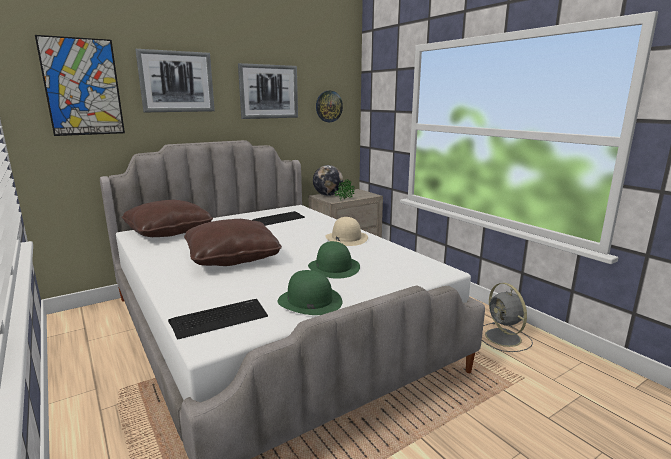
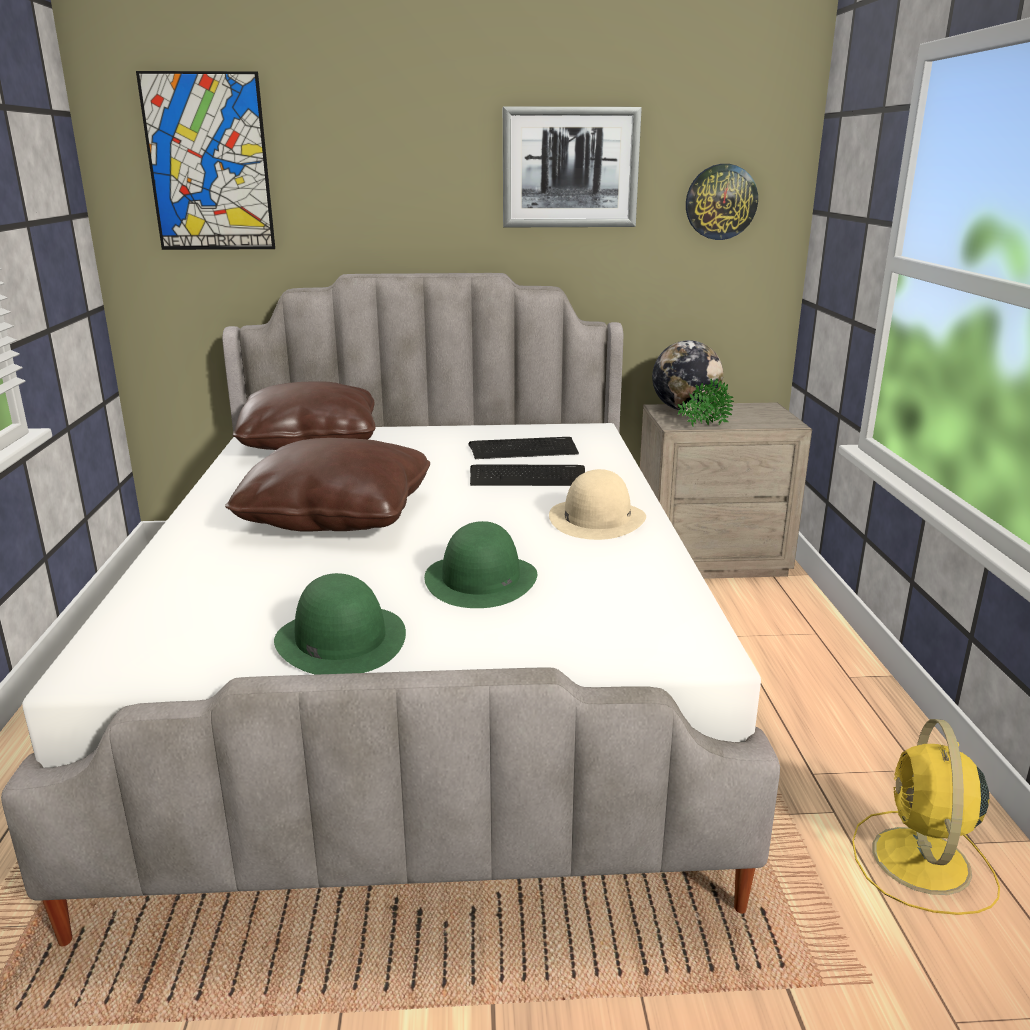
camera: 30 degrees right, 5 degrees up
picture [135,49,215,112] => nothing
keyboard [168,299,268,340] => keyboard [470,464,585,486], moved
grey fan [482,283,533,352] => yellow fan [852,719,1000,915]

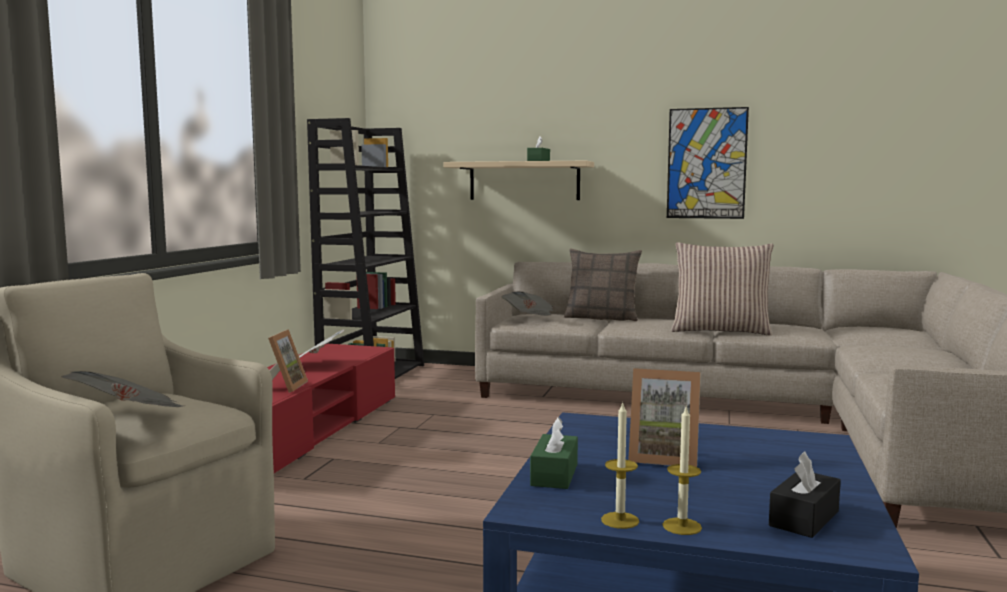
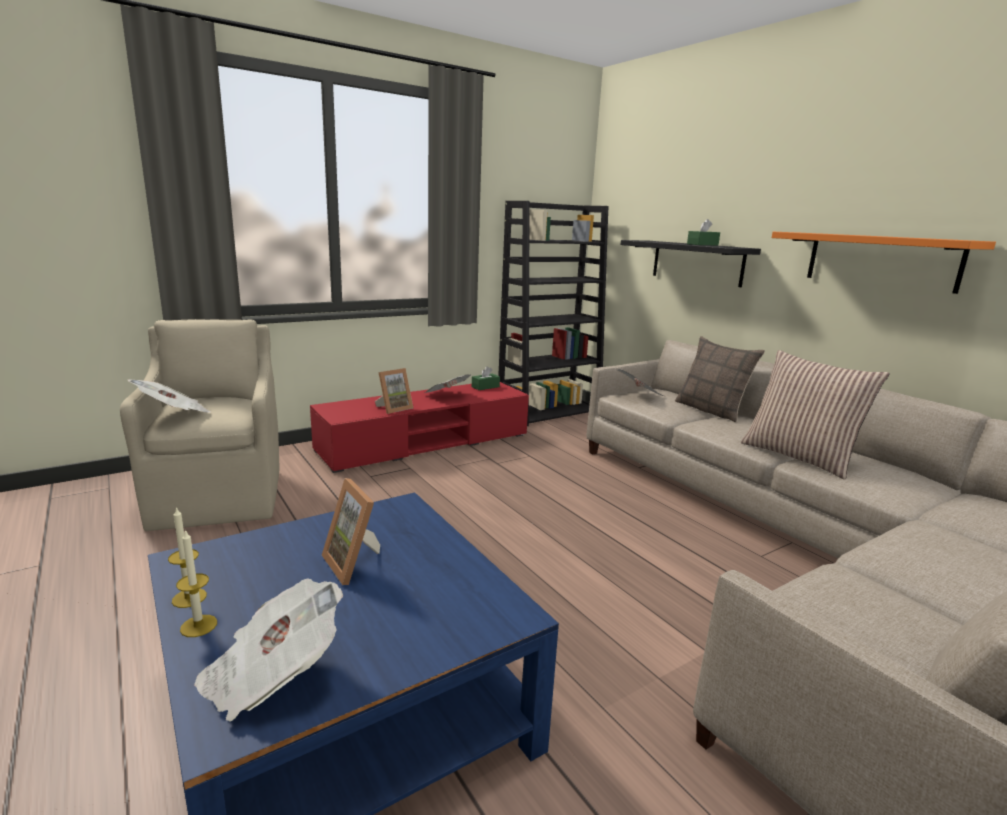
camera: 40 degrees right, 10 degrees up
beige shelf [444,161,594,200] => black shelf [620,240,761,287]
green tissue box [530,417,578,489] => green tissue box [472,366,500,390], moved
picture [667,107,749,219] => orange shelf [772,232,996,294]
black tissue box [769,451,841,538] => newspaper [194,578,343,722]

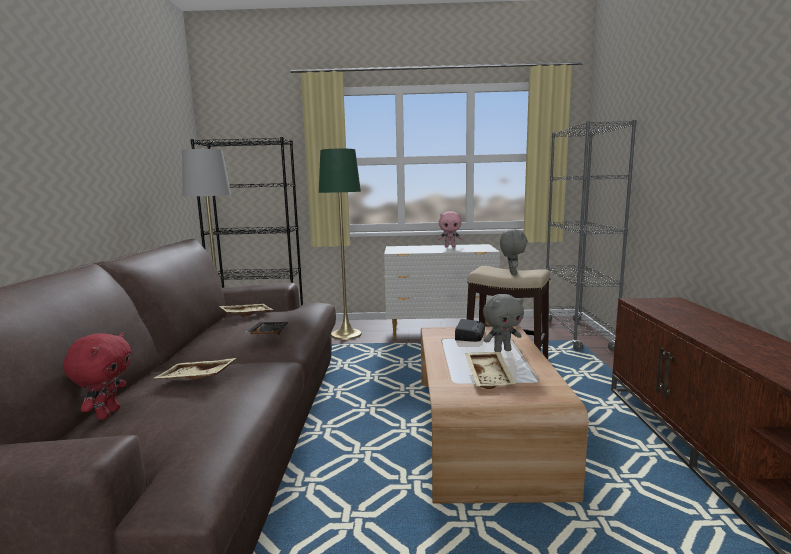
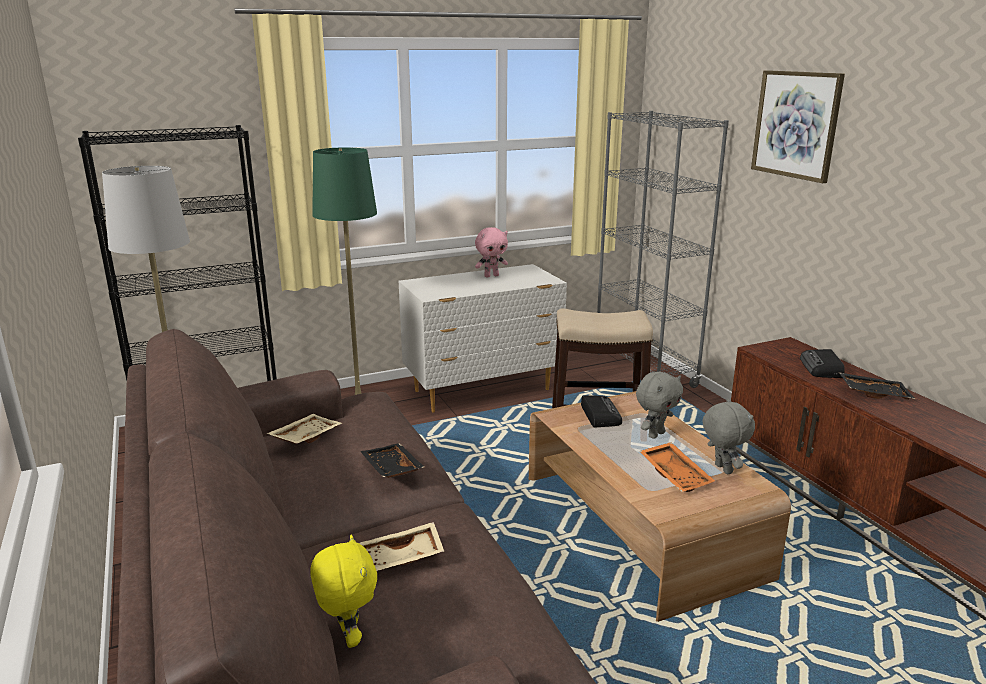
camera: 25 degrees left, 10 degrees up
red plush toy [63,332,131,420] => yellow plush toy [310,535,377,648]
beige tray [465,352,516,389] => orange tray [639,442,715,492]
grey plush toy [500,229,528,275] => grey plush toy [702,398,755,474], moved
nothing => picture [751,70,845,183]
nothing => radio [800,349,845,378]
nothing => black tray [839,372,915,400]

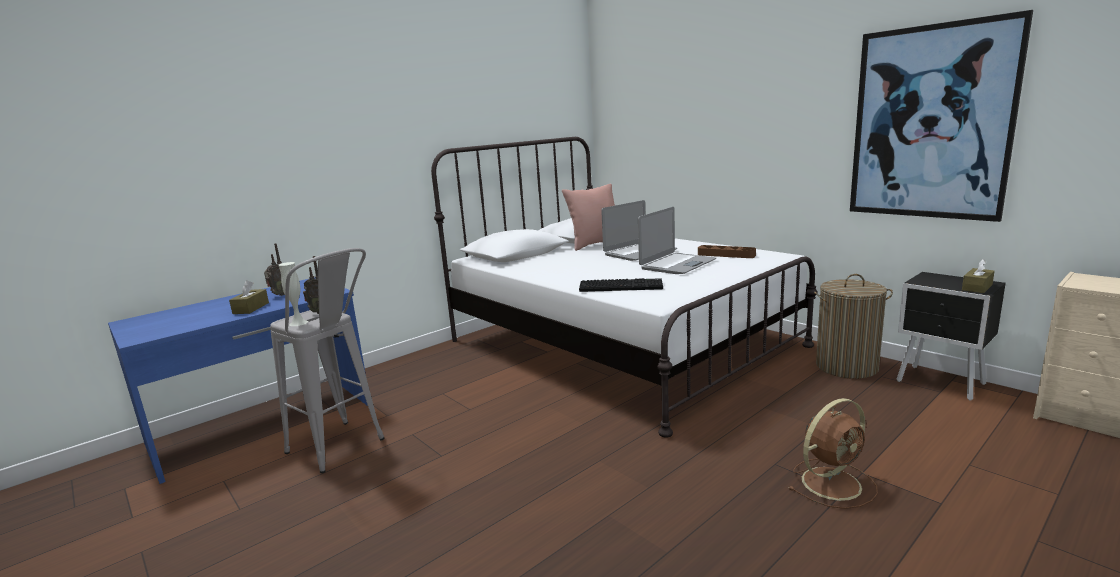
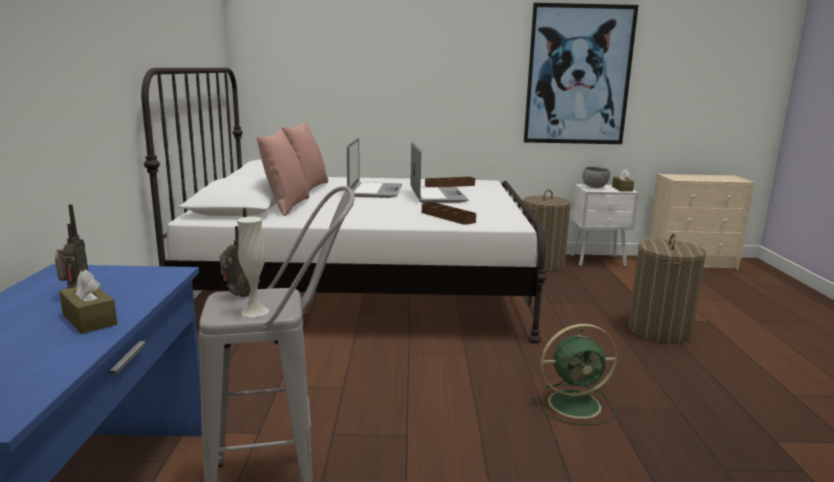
camera: 50 degrees left, 0 degrees up
keyboard [579,278,663,292] => brown tray [422,202,476,225]
brown fan [788,398,878,509] => laundry basket [628,234,706,344]
black nightstand [897,272,1006,401] => white nightstand [571,184,639,267]
nothing => pink pillow [257,129,309,216]
nothing => green fan [532,324,618,425]
nothing => grey bowl [582,167,610,188]

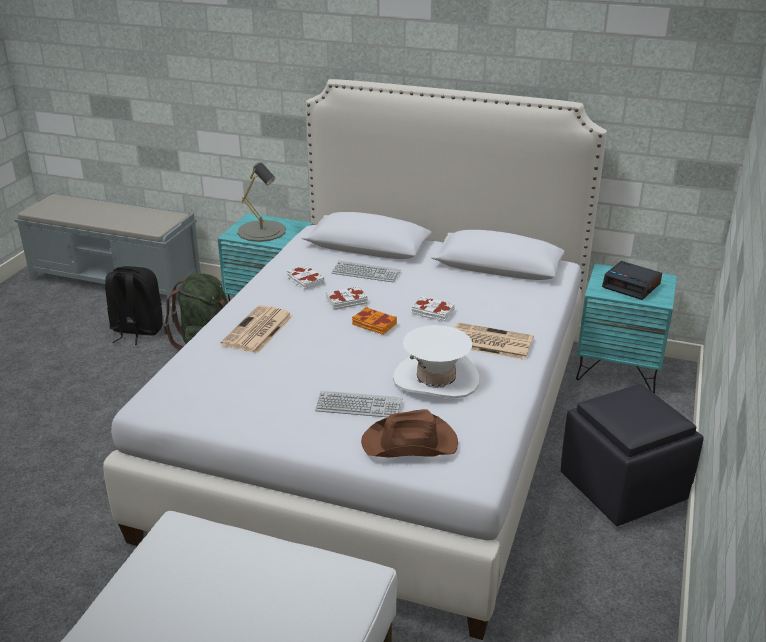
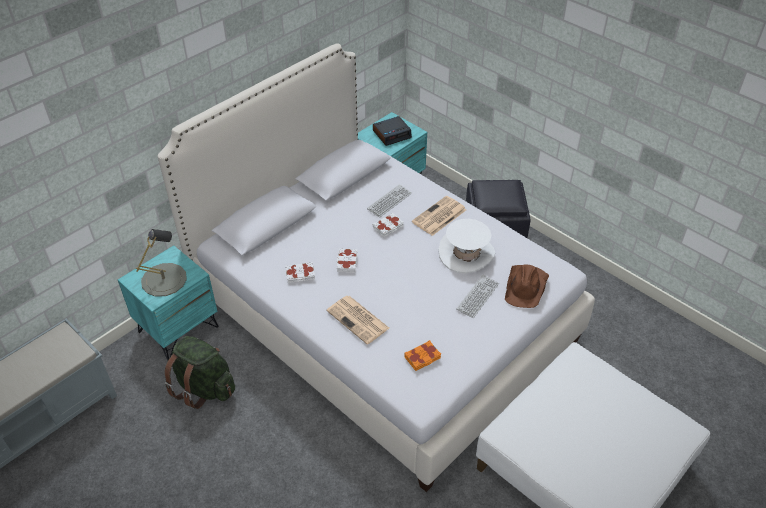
camera: 65 degrees left, 15 degrees up
black backpack [105,266,163,345] => nothing
keyboard [331,261,400,282] => keyboard [367,184,412,218], moved
orange book [352,307,397,335] => orange book [405,340,441,371], moved

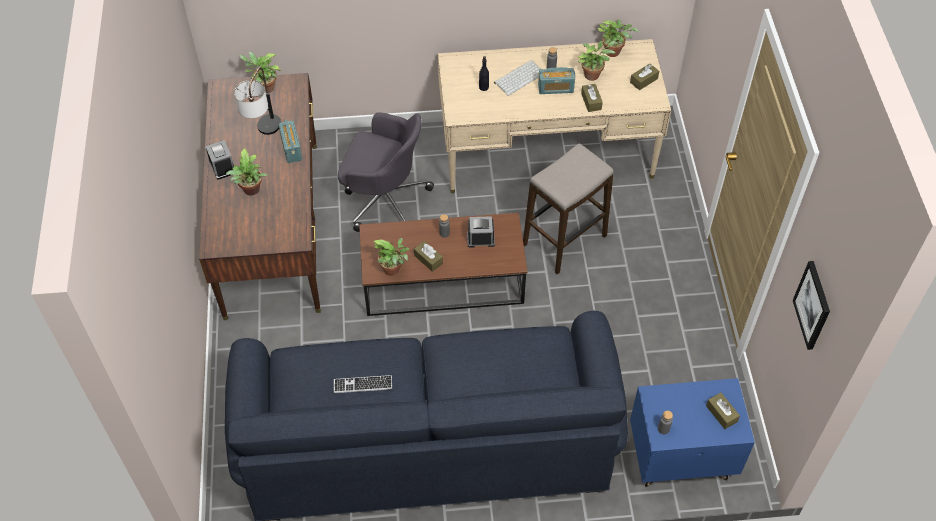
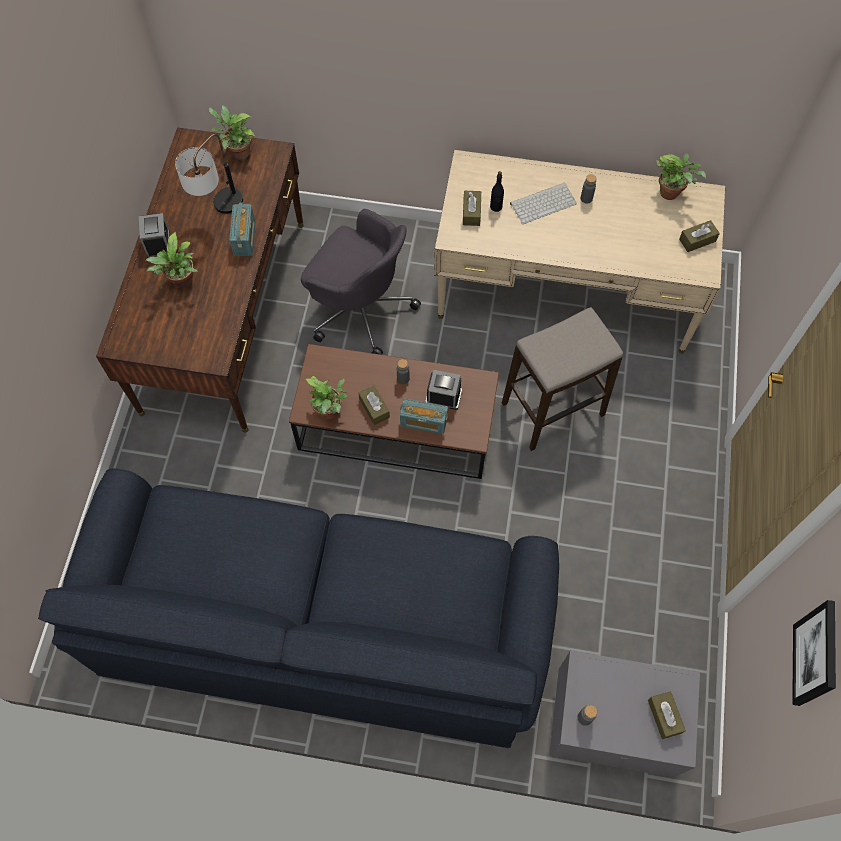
camera: 15 degrees right, 10 degrees up
keyboard [334,375,392,393] => nothing
radio [538,67,575,94] => radio [400,398,448,434], moved
potted plant [578,41,618,81] => nothing
brown tissue box [581,84,603,112] => brown tissue box [463,191,481,226], moved
blue nightstand [630,378,755,487] => grey nightstand [549,651,700,778]

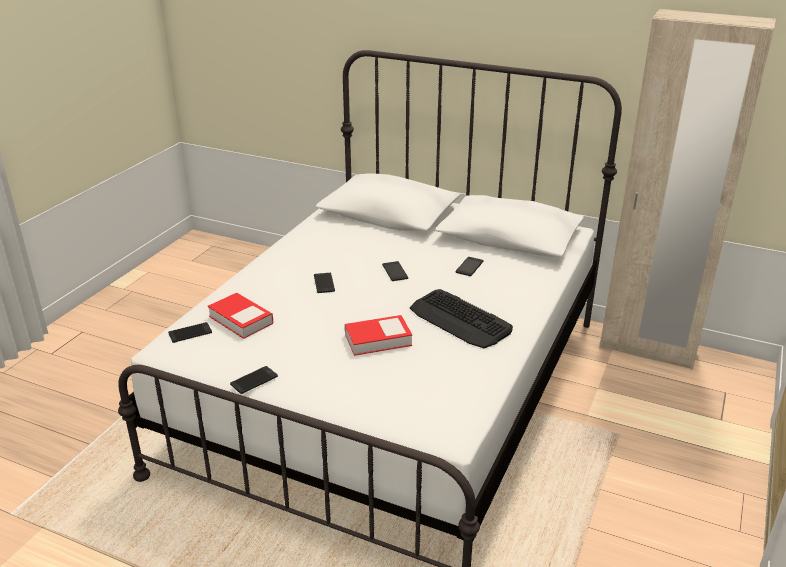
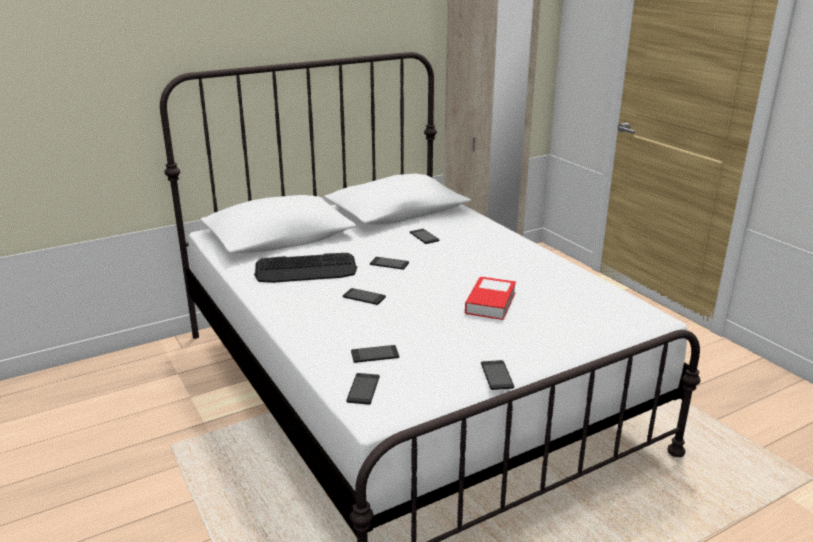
camera: 55 degrees left, 5 degrees down
book [208,293,273,339] => phone [351,345,399,363]
keyboard [410,289,513,348] => keyboard [254,253,357,283], moved

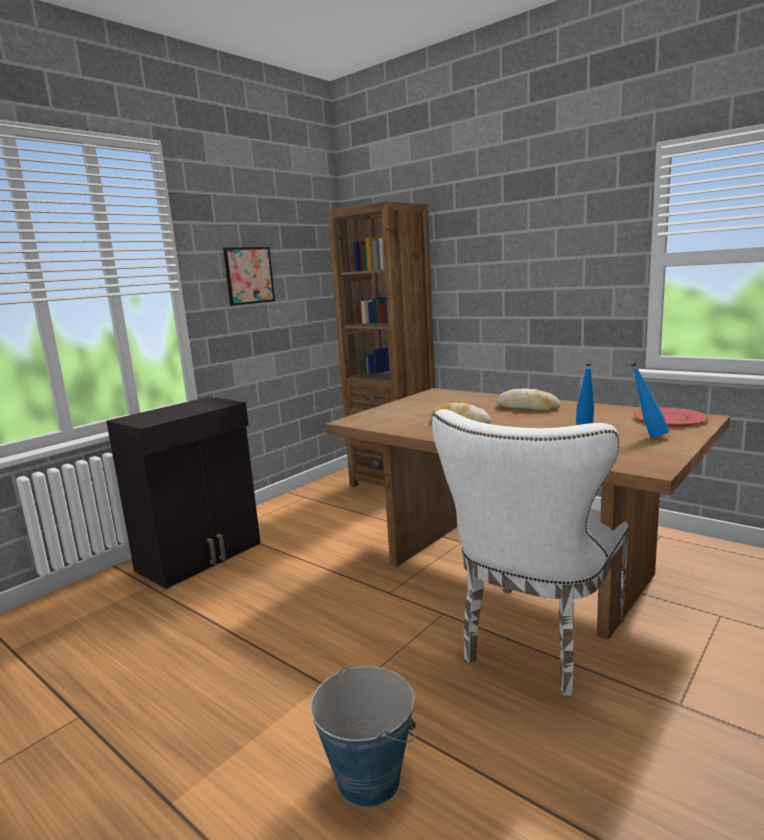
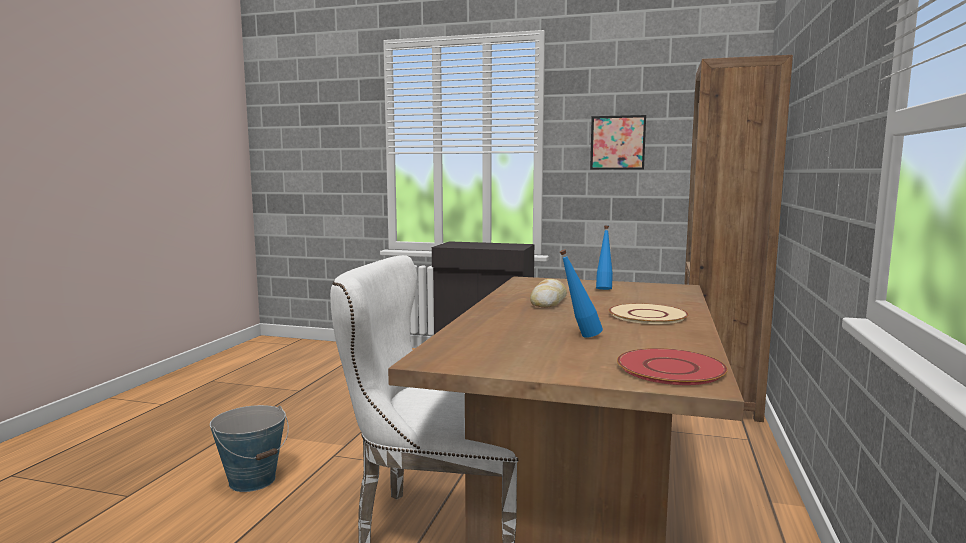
camera: 65 degrees right, 5 degrees down
bread [497,388,561,411] => beige plate [609,303,689,324]
blue bottle [631,363,669,438] => blue bottle [596,225,613,290], moved

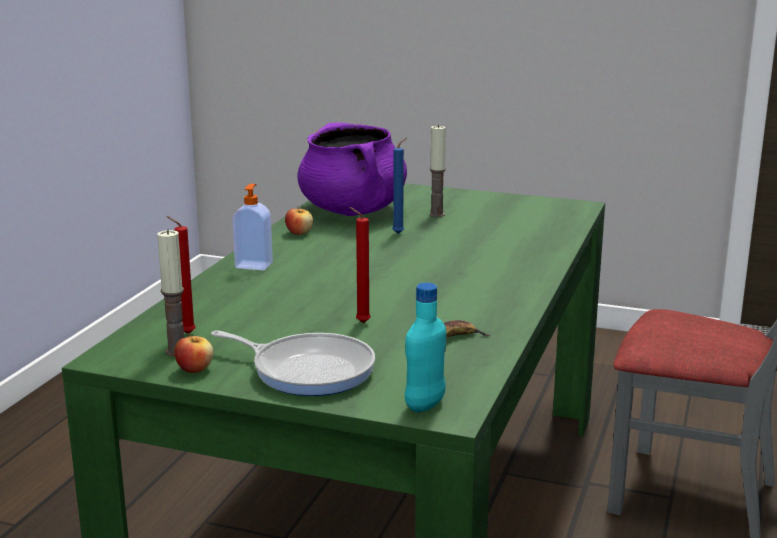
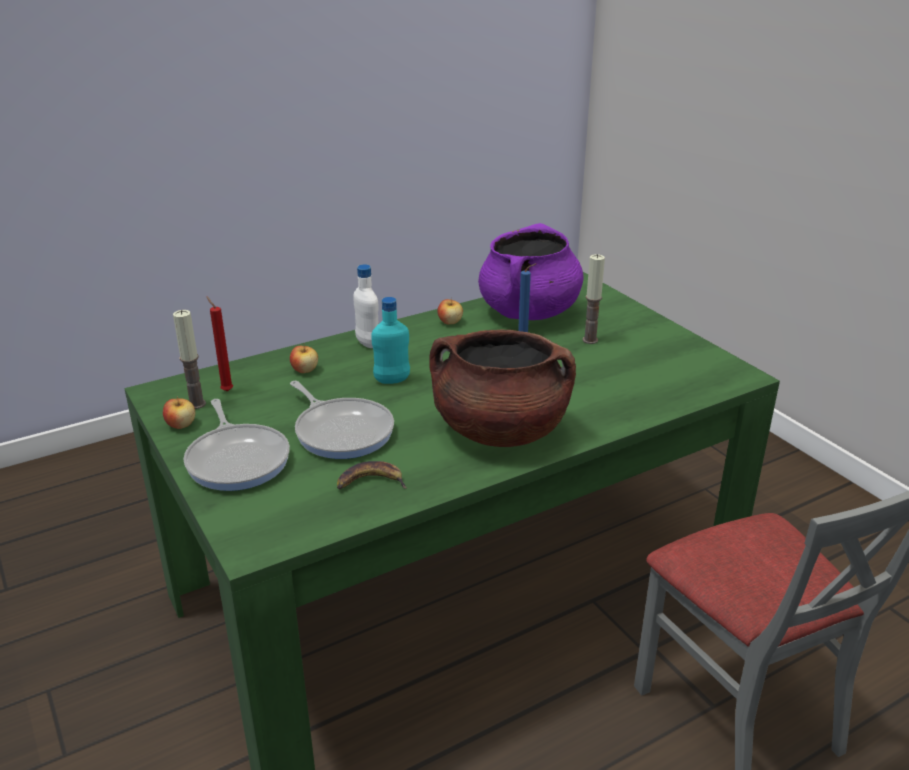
camera: 40 degrees right, 10 degrees up
soap dispenser [232,184,273,270] => white bottle [353,264,379,348]
red candle [349,207,371,323] => frying pan [290,381,394,459]
turquoise bottle [405,283,446,412] => turquoise bottle [371,297,410,384], moved
nothing => apple [290,346,318,373]
nothing => brown cooking pot [429,330,576,447]

